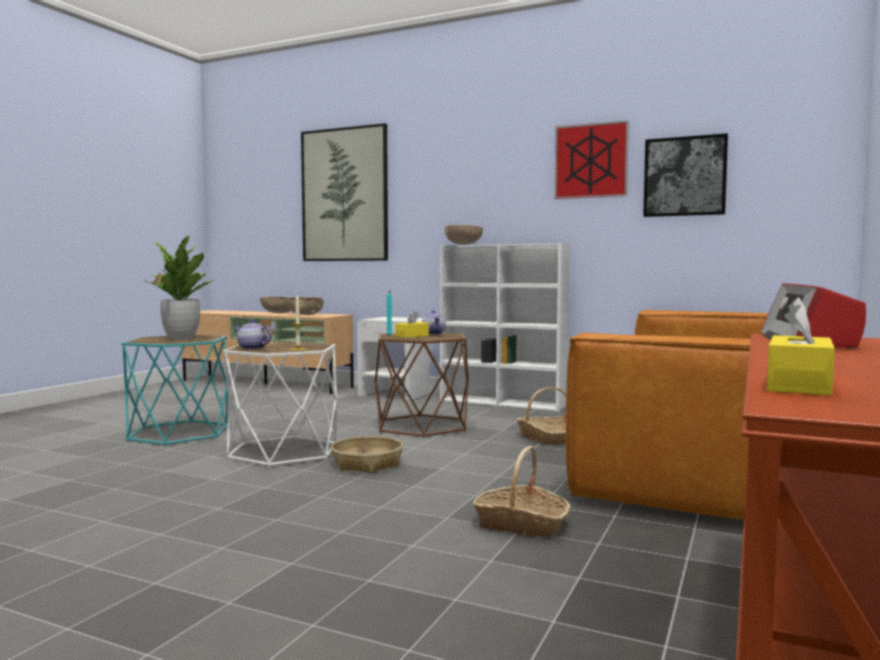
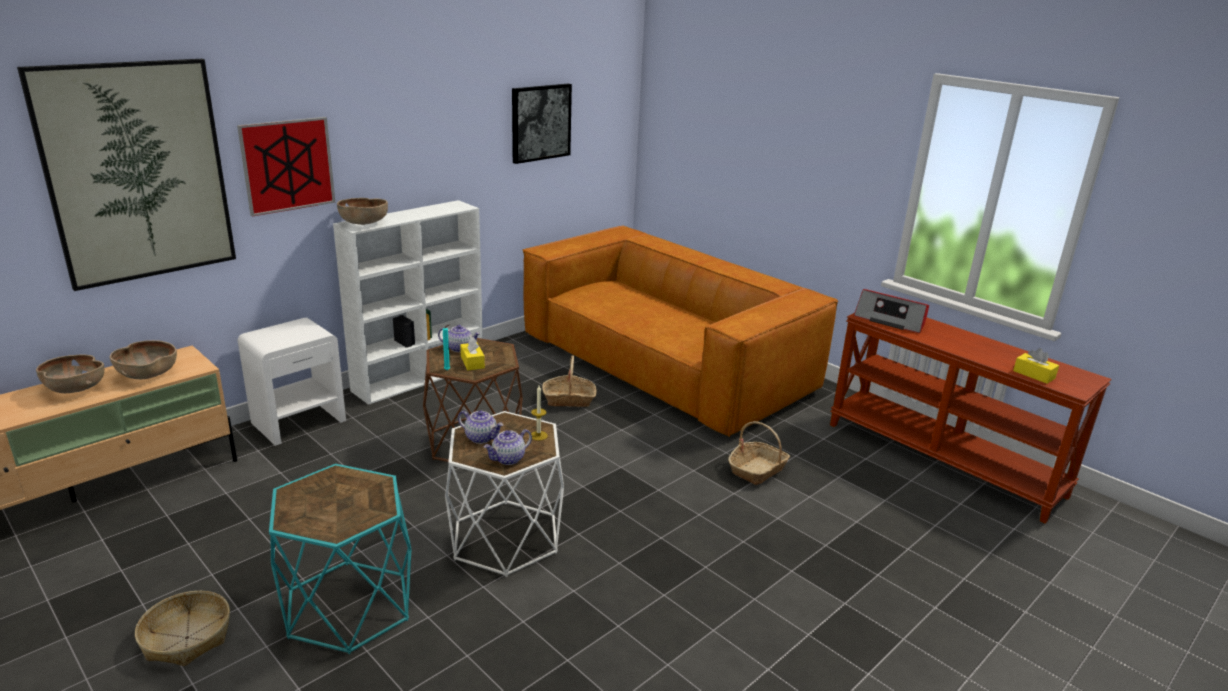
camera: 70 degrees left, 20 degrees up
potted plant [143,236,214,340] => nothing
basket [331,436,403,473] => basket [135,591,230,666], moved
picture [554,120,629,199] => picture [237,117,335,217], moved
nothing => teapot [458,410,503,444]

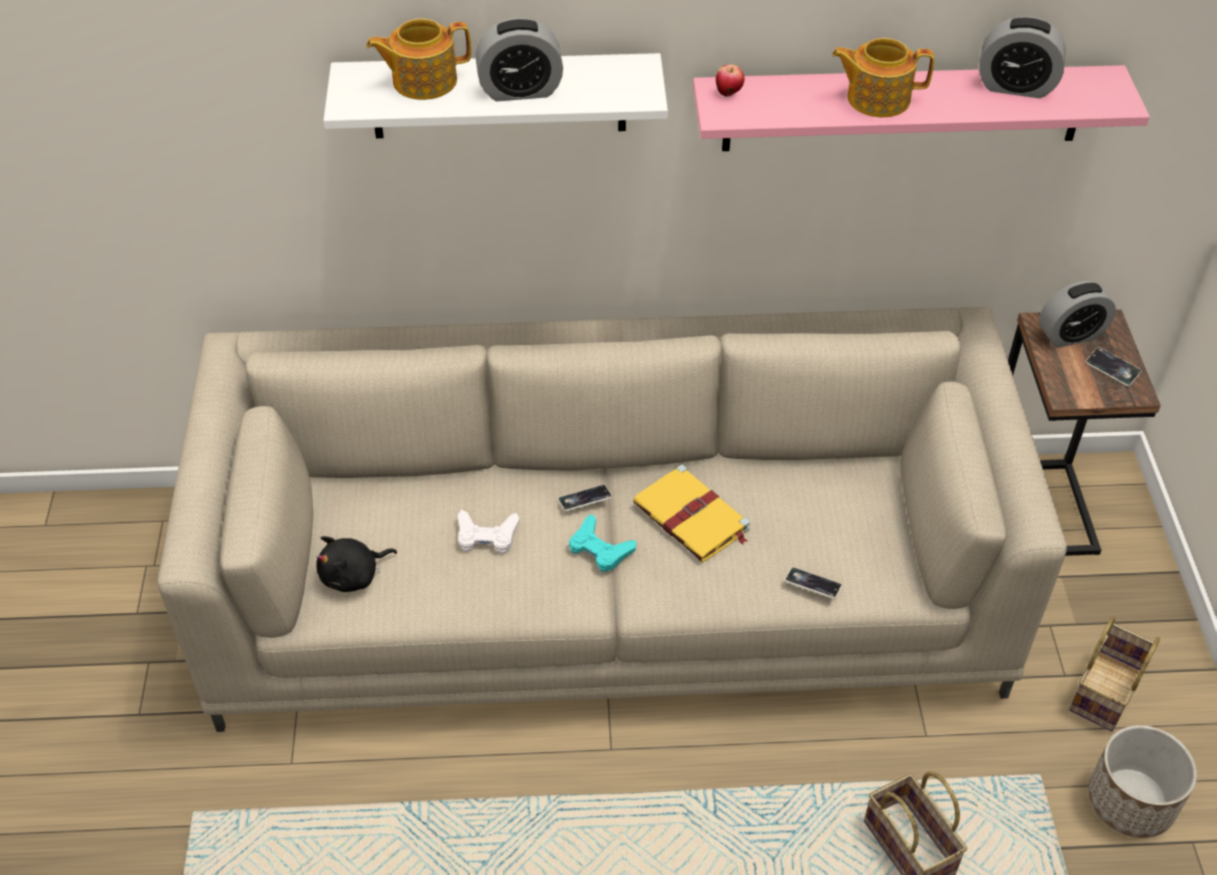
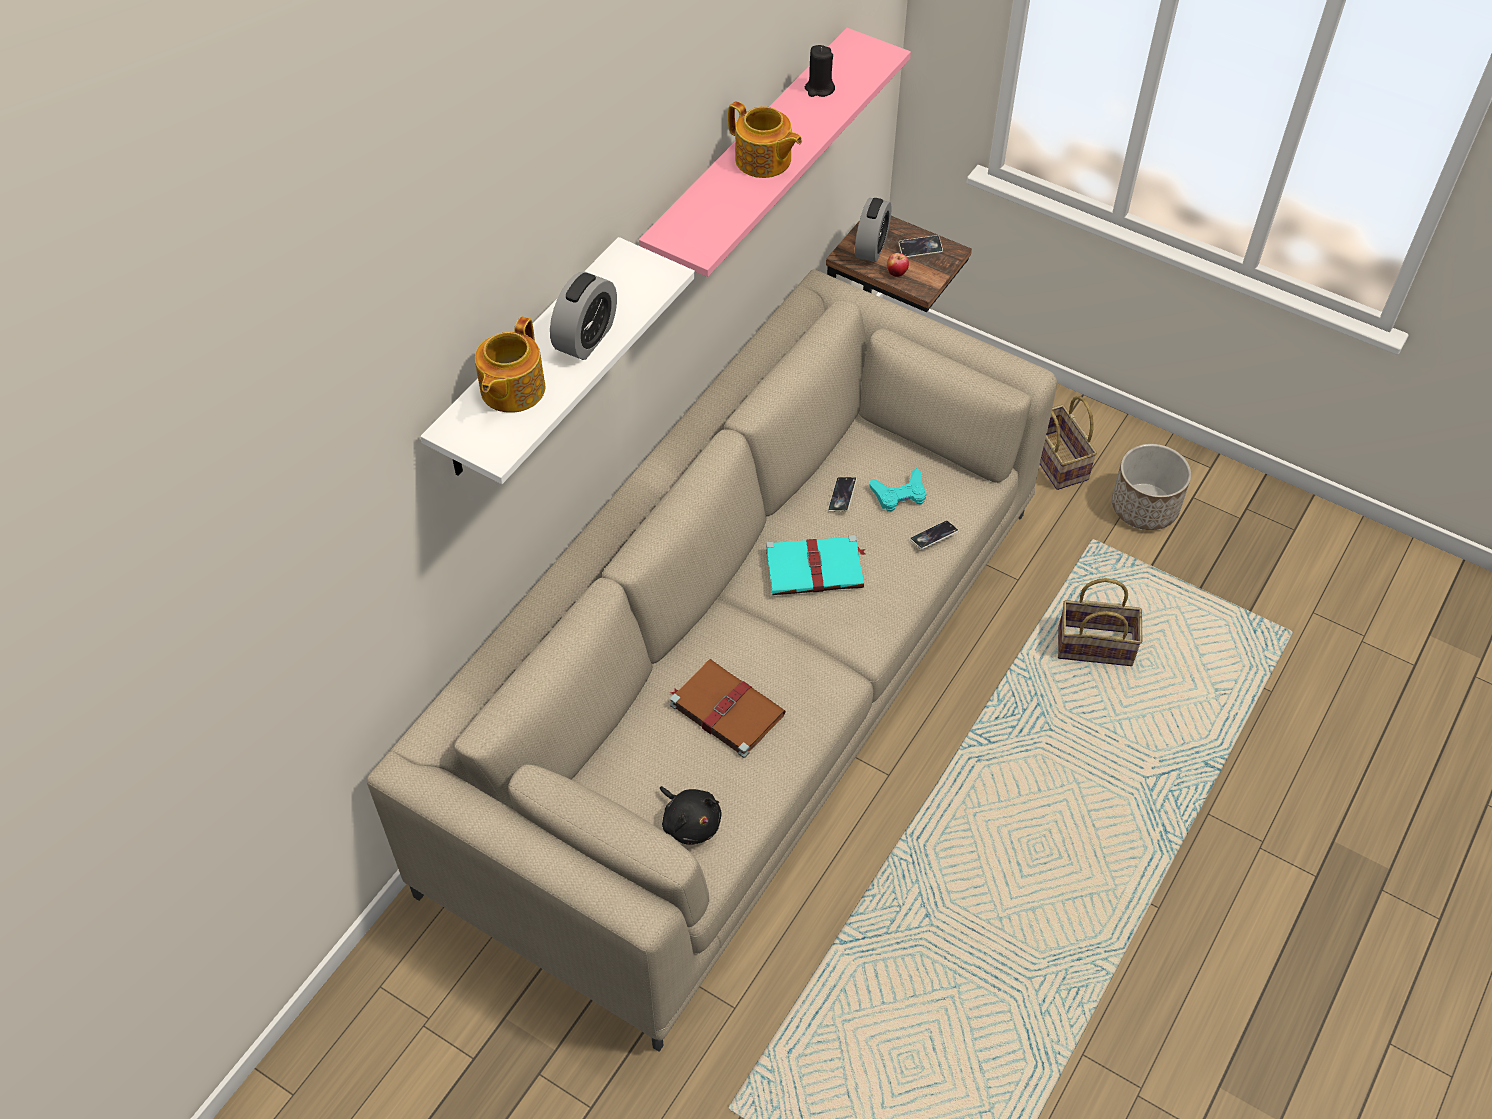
camera: 55 degrees left, 5 degrees up
black plush toy [316,536,397,592] => black plush toy [660,786,722,845], 45 degrees counterclockwise
white game controller [458,510,520,554] => brown book [670,659,786,758]
phone [558,485,612,511] => phone [828,477,857,512], moved
turquoise game controller [569,514,636,572] => turquoise game controller [869,468,926,512], moved
yellow book [633,464,750,562] => turquoise book [766,535,865,595]
apple [716,64,744,97] => apple [887,253,909,277], moved
teapot [832,38,934,117] => teapot [728,101,802,178], 90 degrees counterclockwise
alarm clock [979,16,1066,98] => black candle [805,45,835,97]

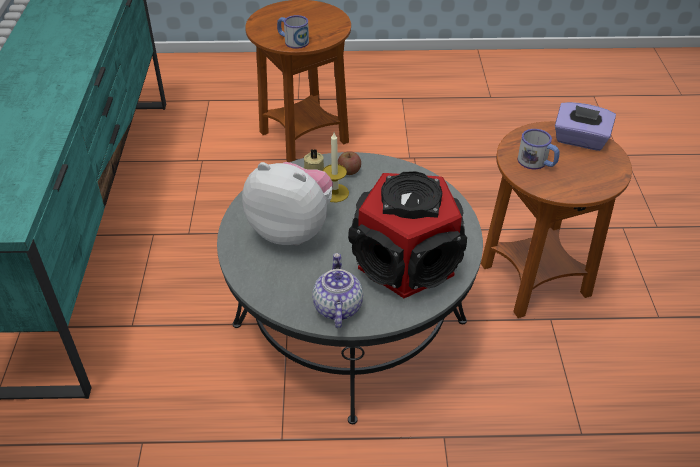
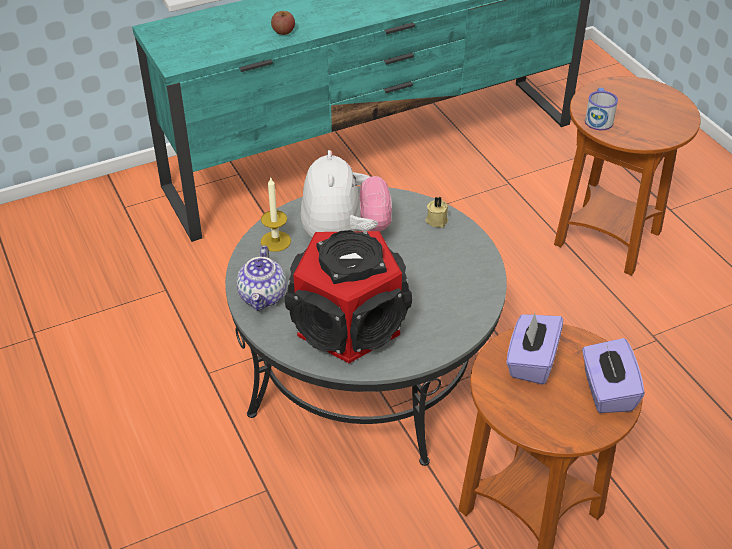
camera: 65 degrees right, 0 degrees up
teapot [312,253,363,328] => teapot [236,245,287,311], 120 degrees clockwise
candle [323,133,349,202] => candle [261,178,291,252], moved
apple [338,151,361,175] => apple [271,11,295,35], moved
mug [517,129,559,169] => purple tissue box [506,312,563,385]

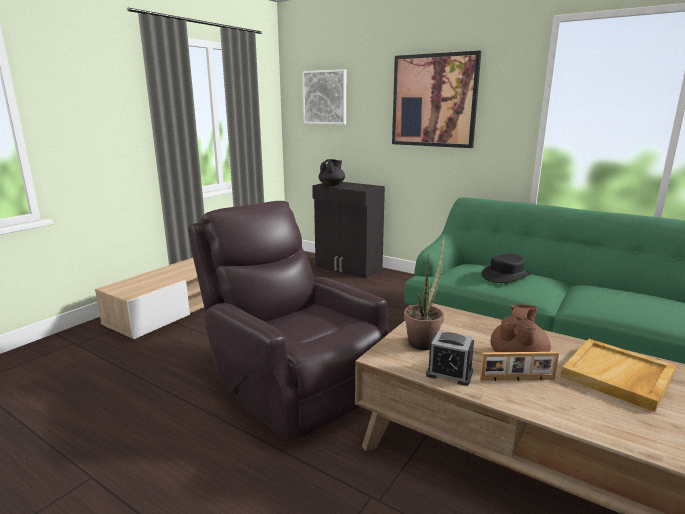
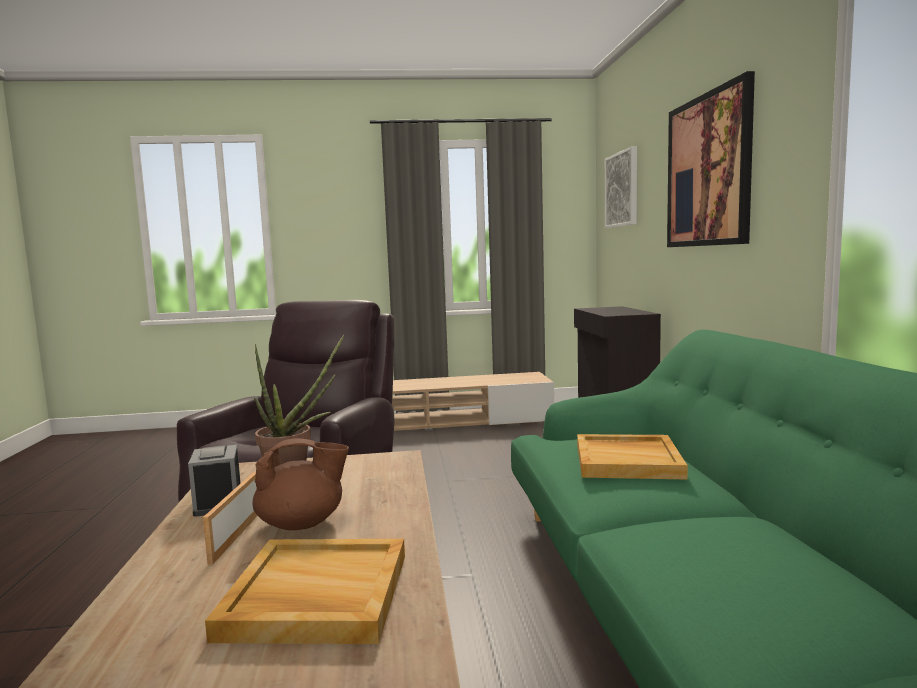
camera: 50 degrees right, 10 degrees down
black teapot [319,159,345,186] => nothing
picture frame [480,352,559,381] => picture frame [203,472,257,565], 45 degrees clockwise
black hat [482,254,532,283] => beige tray [577,434,688,479]

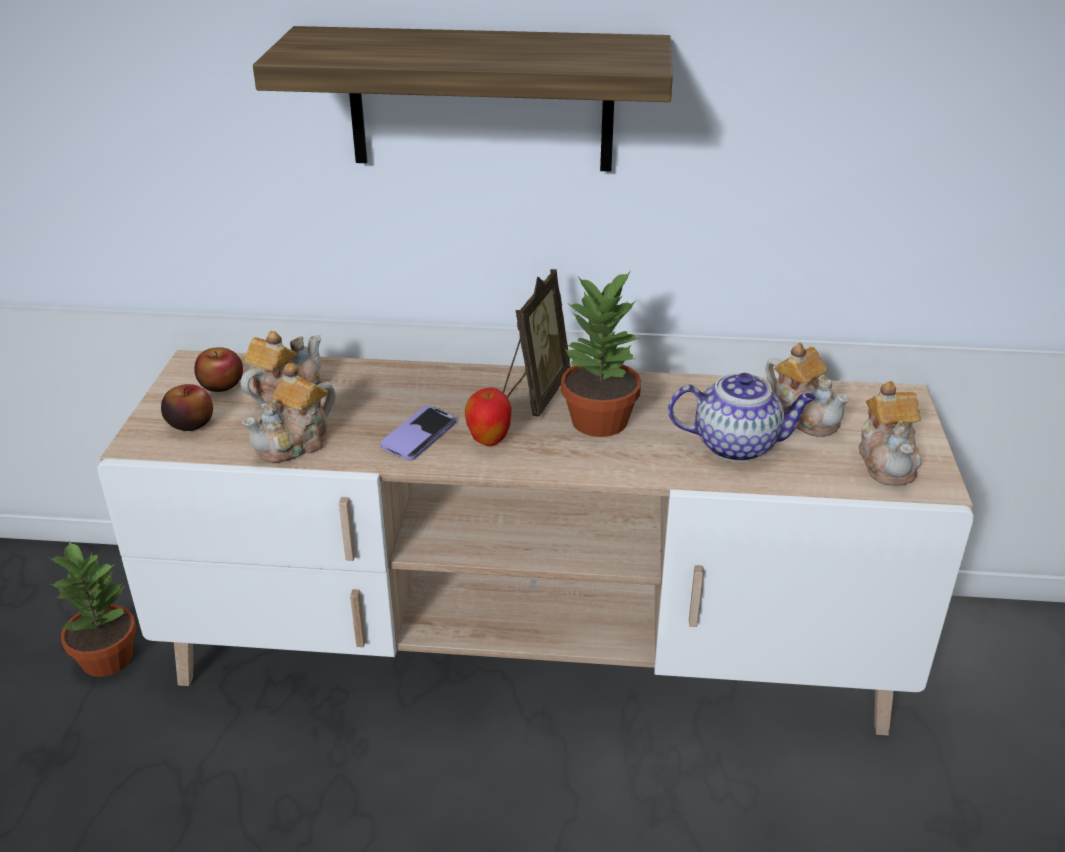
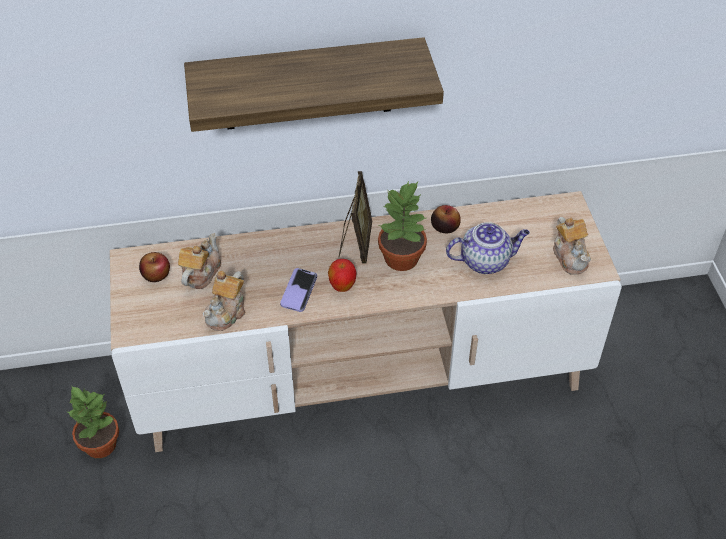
camera: 15 degrees left, 15 degrees up
apple [161,384,213,431] => apple [431,205,461,233], moved
teapot [765,343,850,437] => nothing

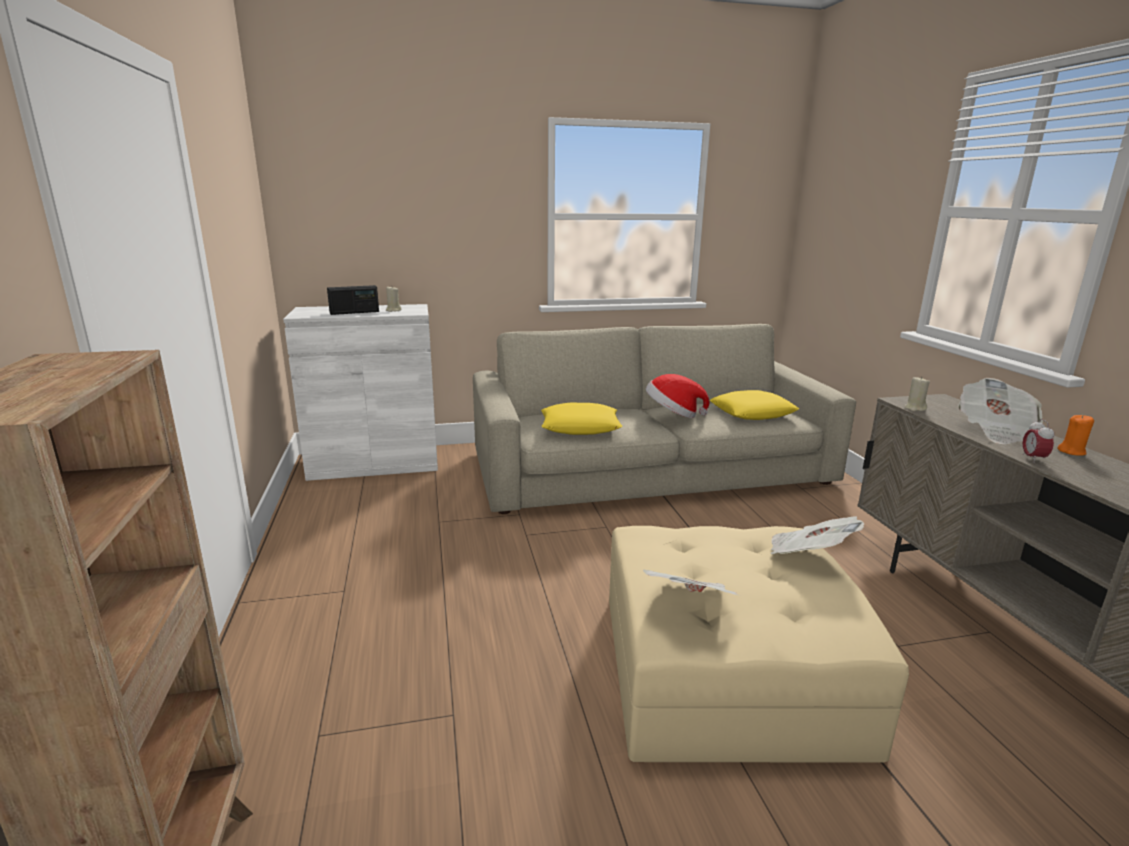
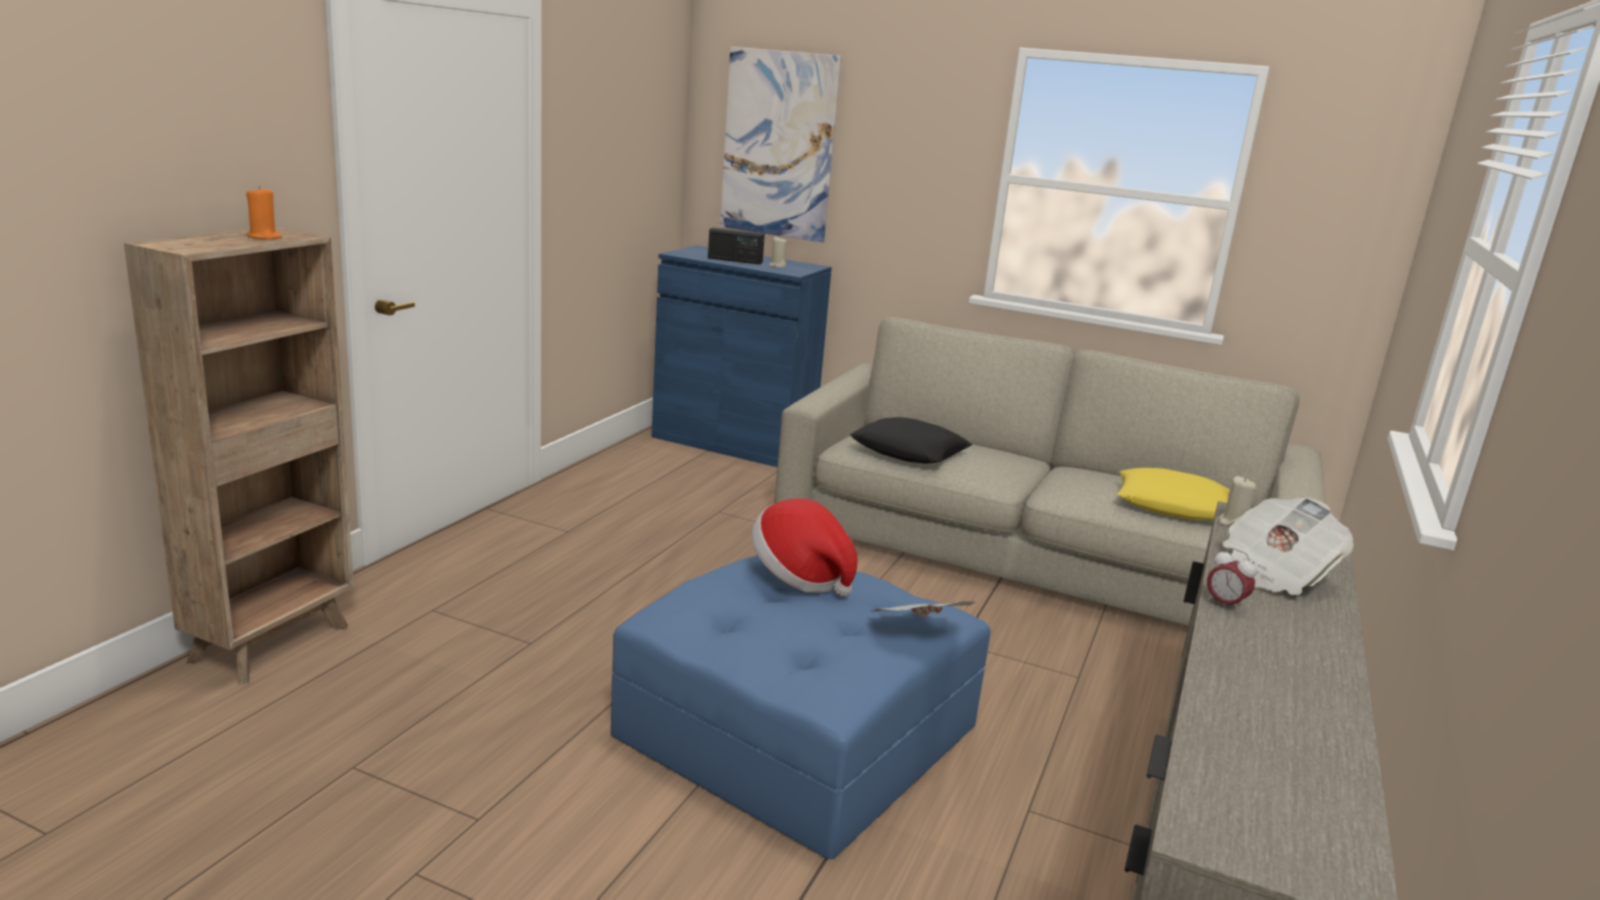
camera: 35 degrees right, 0 degrees up
white cabinet [283,304,438,481] => blue cabinet [652,245,832,467]
yellow pillow [541,403,622,435] => black pillow [850,417,972,464]
beige ottoman [609,526,909,763] => blue ottoman [611,555,991,860]
newspaper [643,570,740,596] => nothing
hat [646,374,709,418] => hat [752,499,858,596], moved
alarm clock [1023,419,1055,463] => alarm clock [1207,548,1257,613], 90 degrees counterclockwise
orange candle [1057,414,1094,456] => orange candle [246,186,282,239], moved
nothing => picture [720,47,841,242]

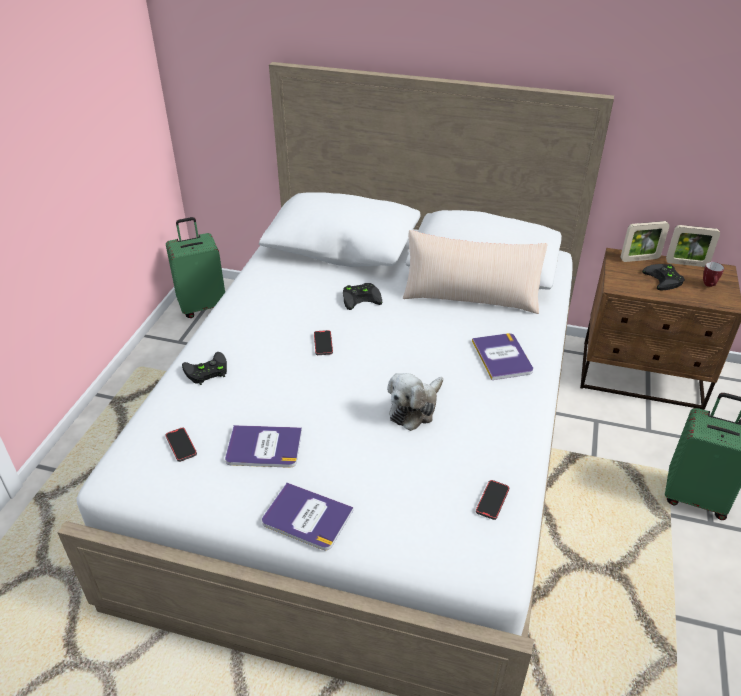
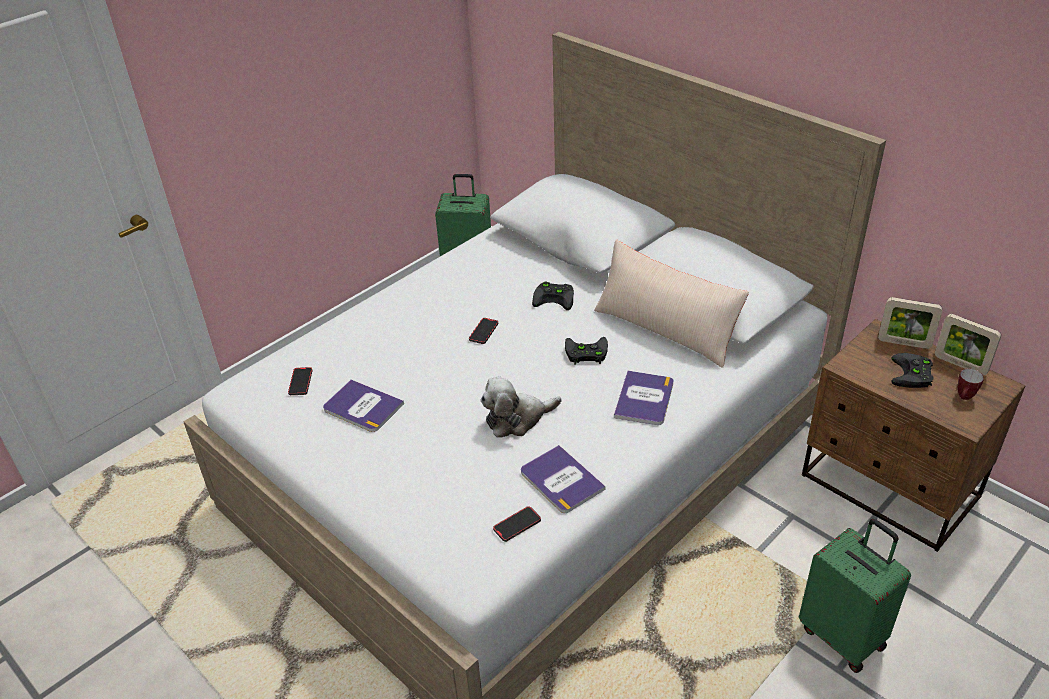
camera: 30 degrees right, 0 degrees up
black game controller [182,352,227,385] => black game controller [565,337,608,364], moved
book [262,483,354,550] => book [521,445,606,513], moved

